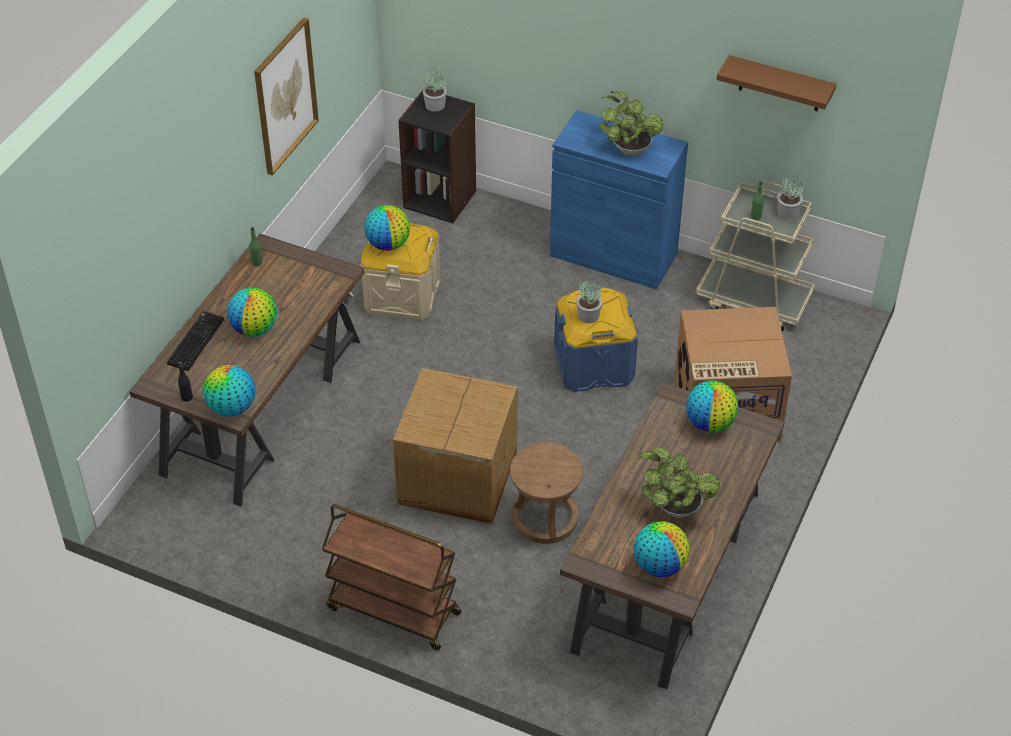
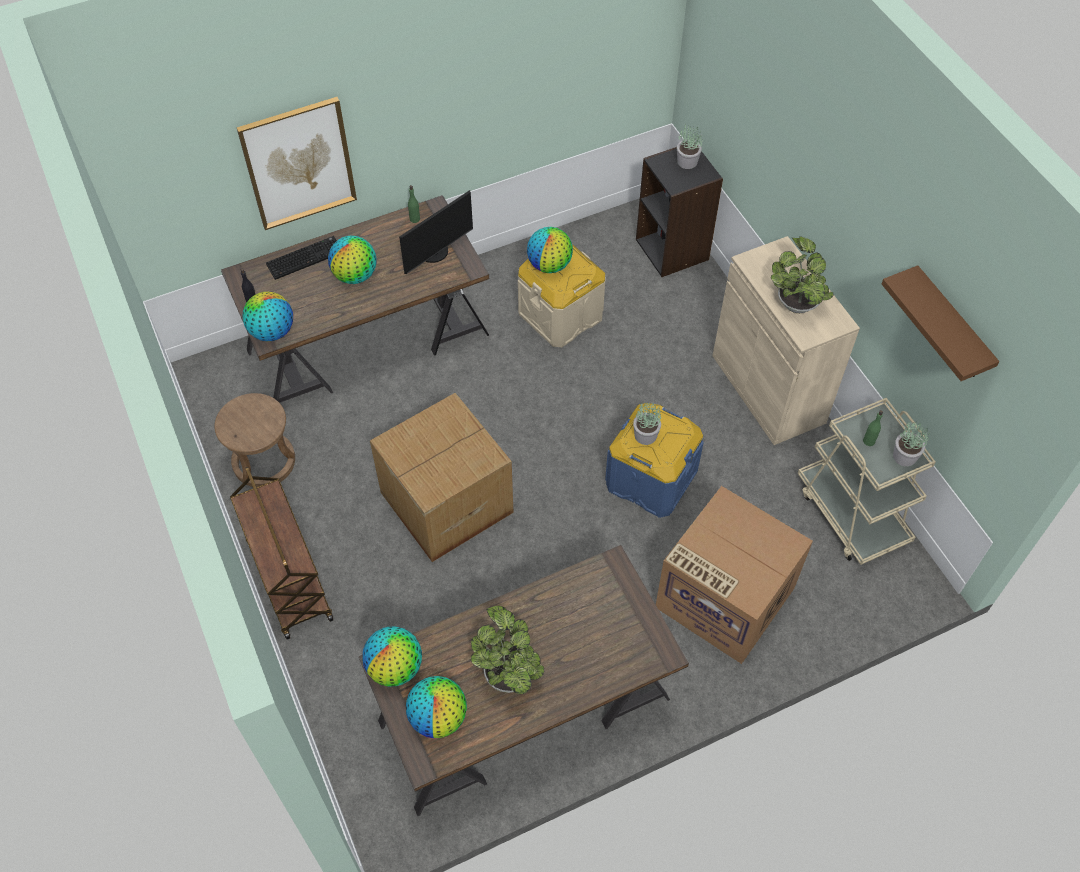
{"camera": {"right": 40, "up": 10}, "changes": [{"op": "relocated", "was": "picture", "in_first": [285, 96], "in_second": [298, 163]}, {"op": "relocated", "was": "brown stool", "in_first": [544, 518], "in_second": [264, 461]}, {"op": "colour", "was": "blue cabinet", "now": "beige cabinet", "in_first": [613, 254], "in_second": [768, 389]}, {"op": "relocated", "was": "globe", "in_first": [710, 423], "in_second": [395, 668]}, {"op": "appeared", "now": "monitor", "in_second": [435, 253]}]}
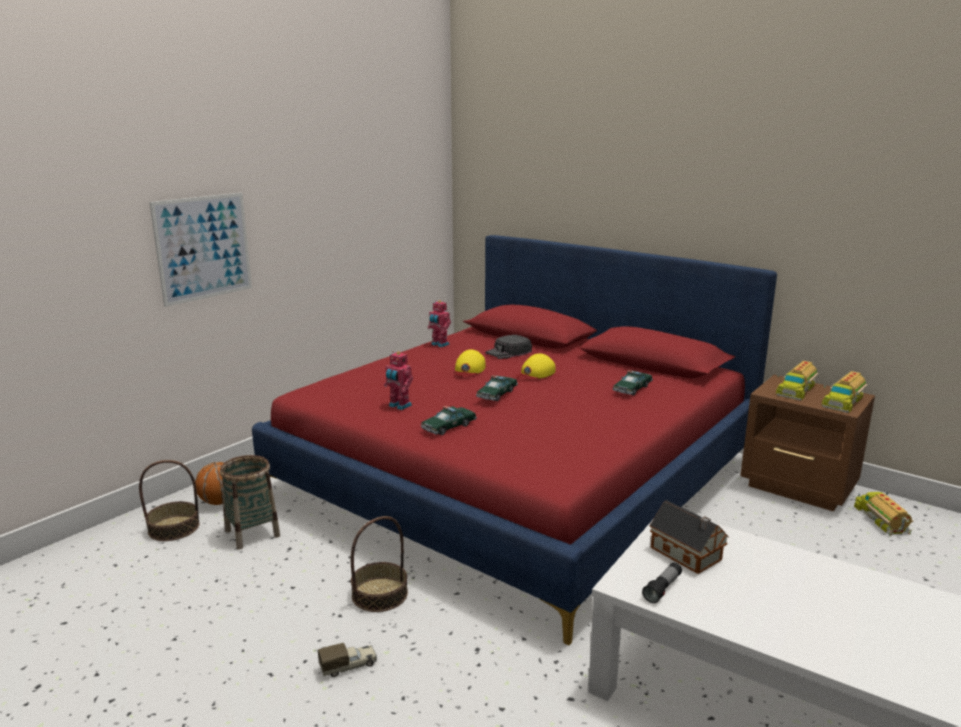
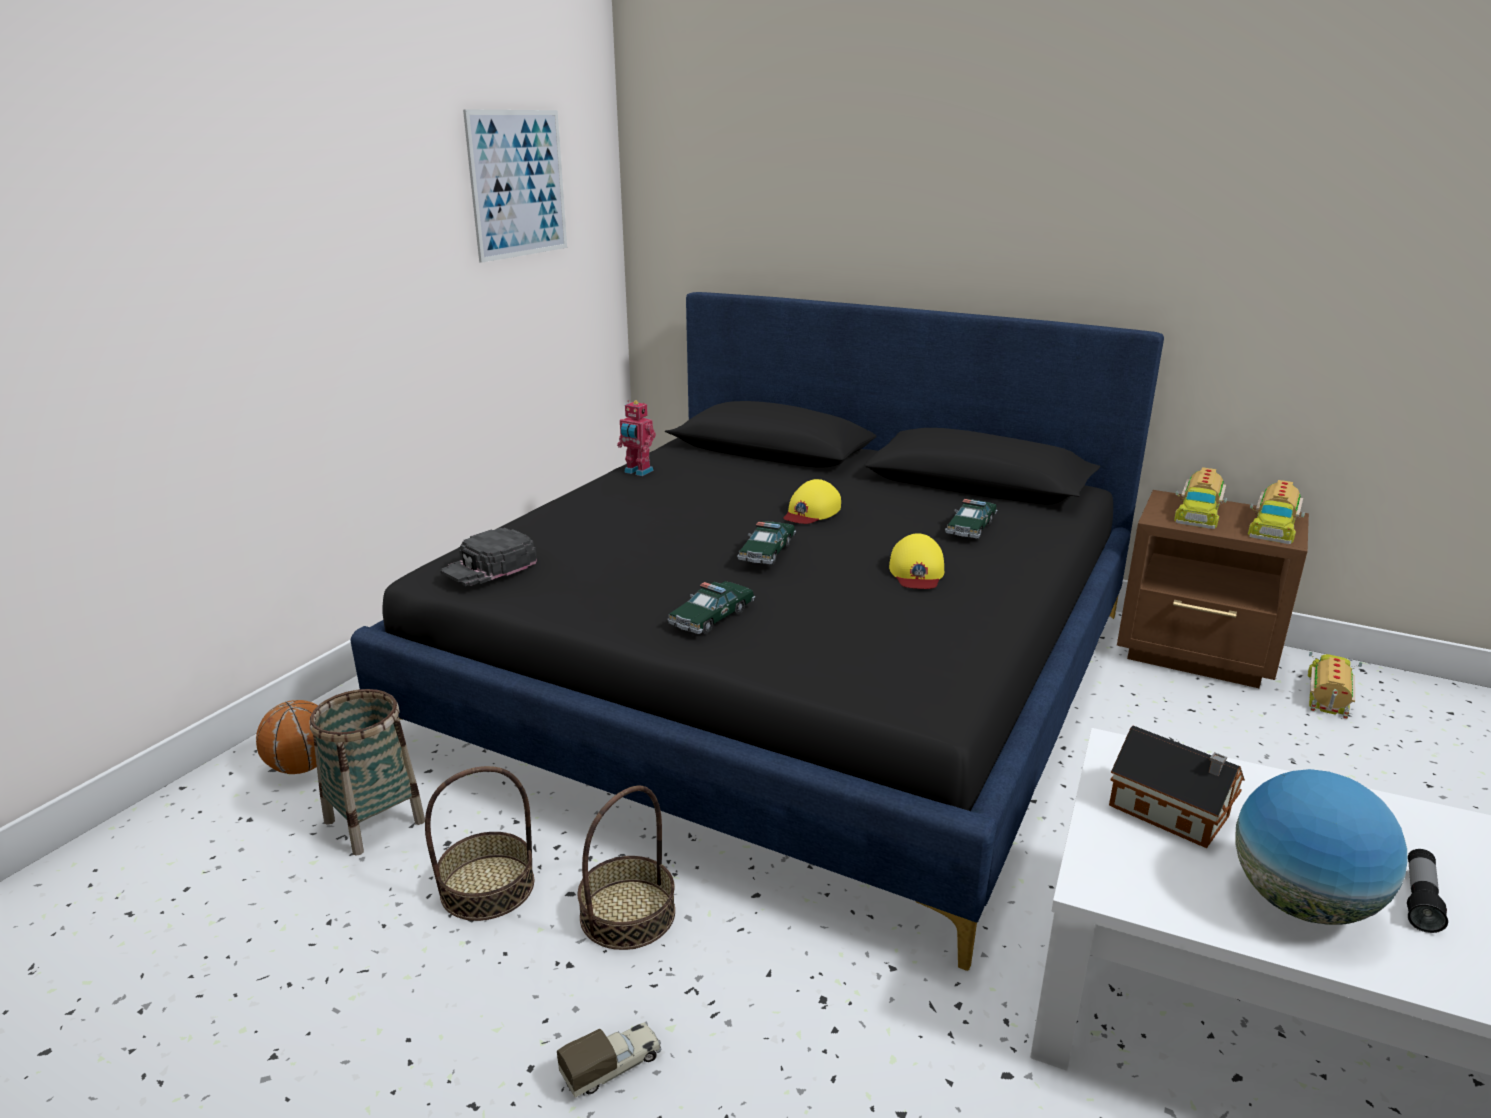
{"camera": {"right": -10, "up": 5}, "changes": [{"op": "relocated", "was": "basket", "in_first": [174, 528], "in_second": [487, 887]}, {"op": "relocated", "was": "picture", "in_first": [203, 247], "in_second": [518, 184]}, {"op": "colour", "was": "red bed", "now": "black bed", "in_first": [519, 477], "in_second": [789, 674]}, {"op": "missing", "was": "toy robot", "in_first": [399, 406]}, {"op": "relocated", "was": "yellow cap", "in_first": [469, 369], "in_second": [916, 572]}, {"op": "relocated", "was": "black cap", "in_first": [508, 352], "in_second": [489, 566]}, {"op": "relocated", "was": "flashlight", "in_first": [662, 589], "in_second": [1420, 900]}, {"op": "spun", "was": "toy truck", "in_first": [882, 520], "in_second": [1329, 695], "clockwise": 45}, {"op": "appeared", "now": "globe", "in_second": [1300, 902]}]}
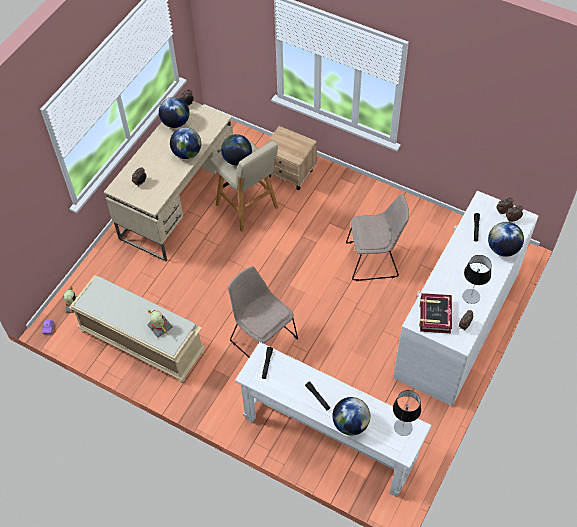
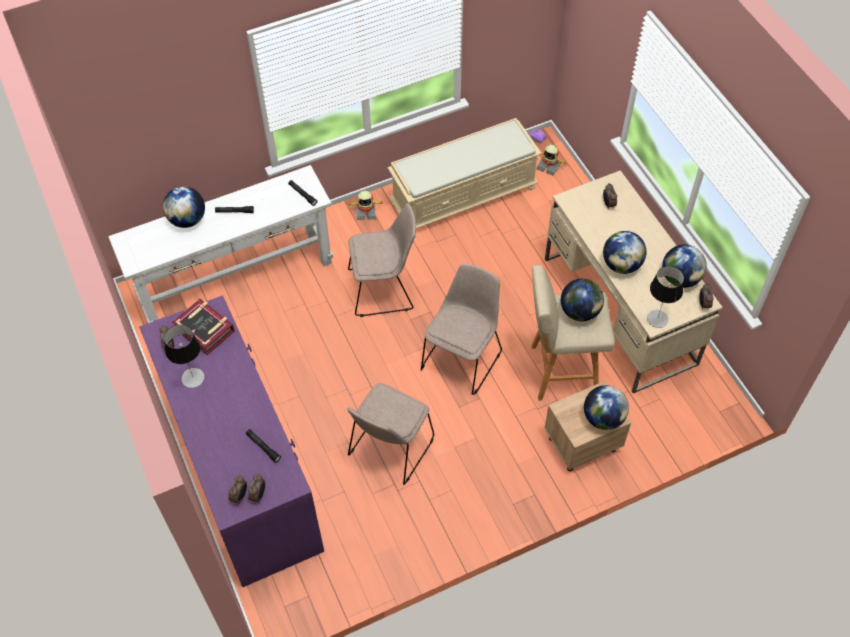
{"camera": {"right": 125, "up": 0}, "changes": [{"op": "relocated", "was": "toy robot", "in_first": [159, 327], "in_second": [366, 211]}, {"op": "colour", "was": "white dresser", "now": "purple dresser", "in_first": [457, 324], "in_second": [243, 471]}, {"op": "relocated", "was": "table lamp", "in_first": [403, 427], "in_second": [657, 318]}, {"op": "relocated", "was": "globe", "in_first": [502, 248], "in_second": [603, 418]}, {"op": "appeared", "now": "beige chair", "in_second": [462, 358]}]}
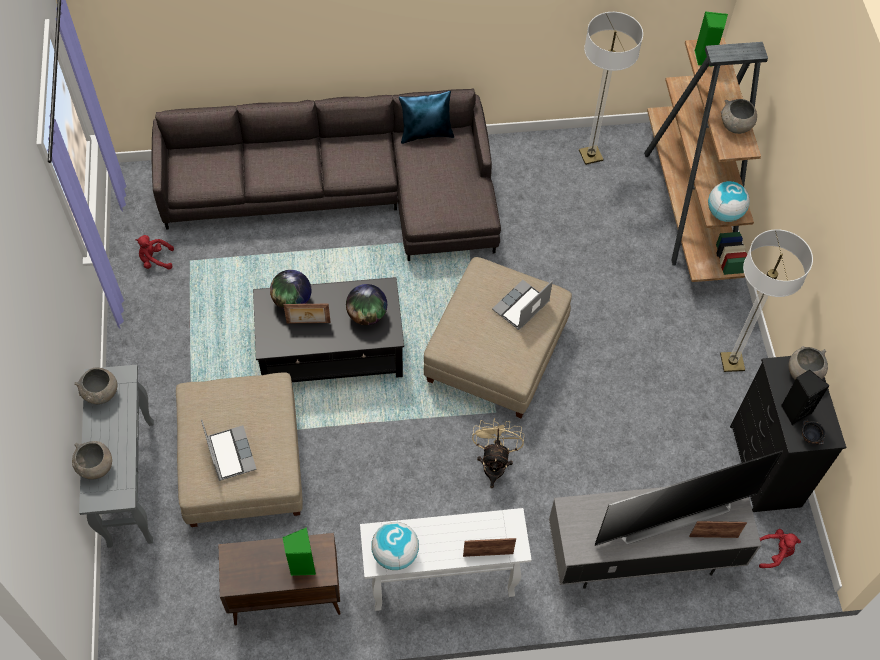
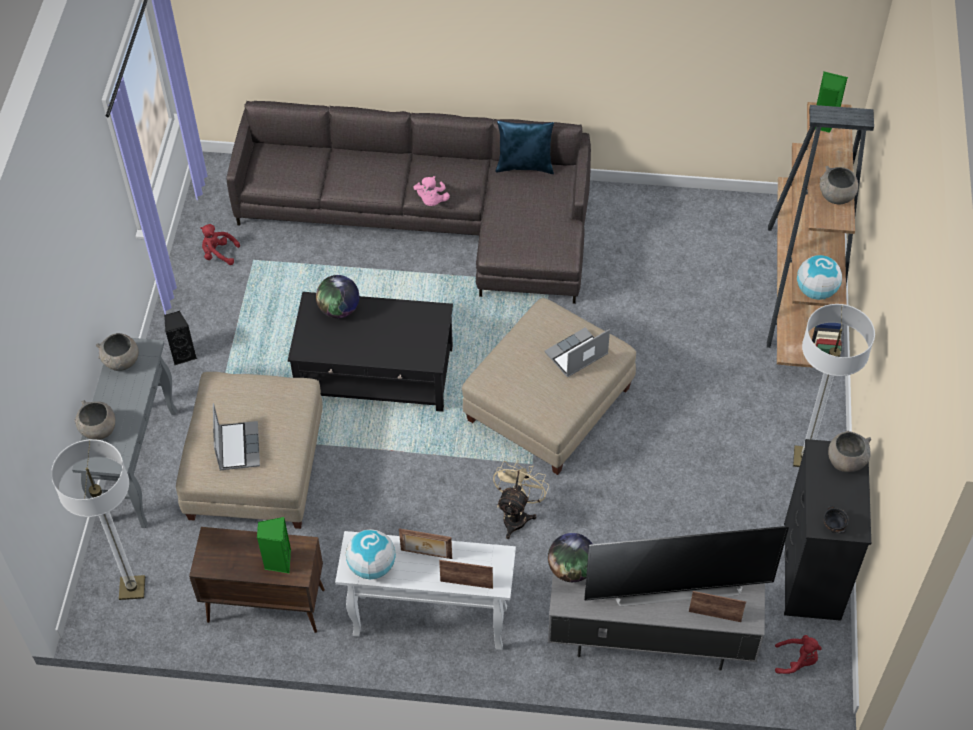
{"camera": {"right": 15, "up": -5}, "changes": [{"op": "relocated", "was": "picture frame", "in_first": [308, 323], "in_second": [426, 555]}, {"op": "relocated", "was": "globe", "in_first": [367, 315], "in_second": [571, 569]}, {"op": "relocated", "was": "floor lamp", "in_first": [590, 155], "in_second": [132, 588]}, {"op": "relocated", "was": "black speaker", "in_first": [794, 411], "in_second": [183, 354]}, {"op": "appeared", "now": "pink plush toy", "in_second": [431, 200]}]}
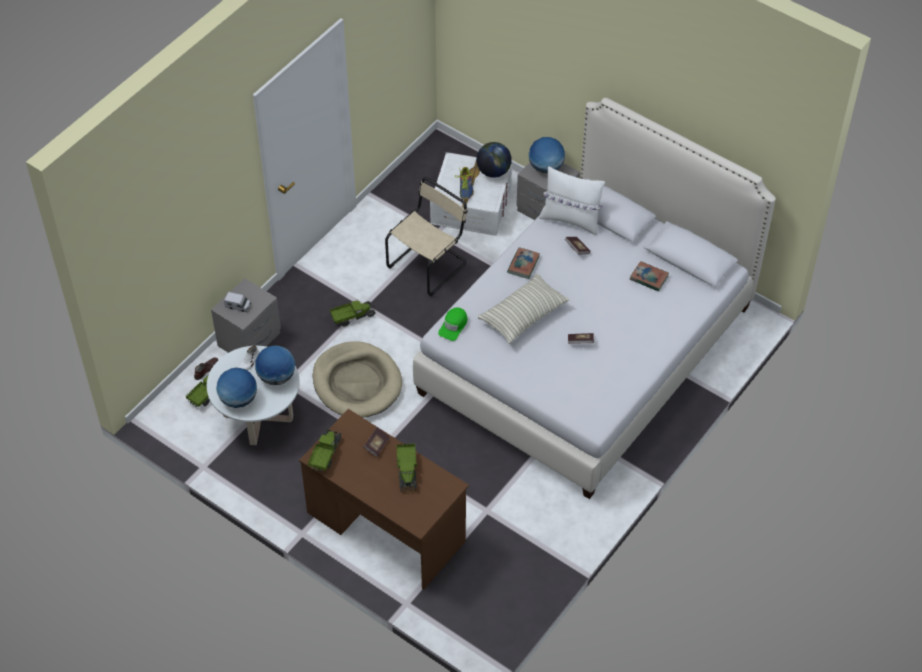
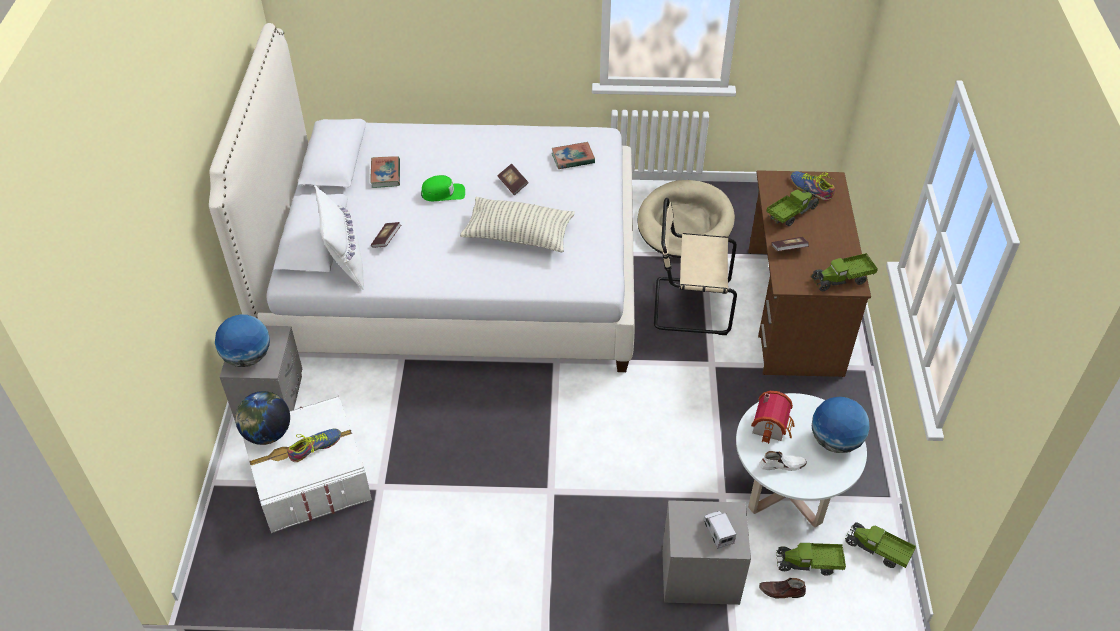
{"camera": {"right": -125, "up": -5}, "changes": [{"op": "exchanged", "was": "globe", "now": "toy house", "in_first": [276, 377], "in_second": [772, 425]}, {"op": "relocated", "was": "beige dog bed", "in_first": [357, 383], "in_second": [685, 223]}, {"op": "relocated", "was": "toy truck", "in_first": [352, 317], "in_second": [877, 551]}, {"op": "relocated", "was": "beige chair", "in_first": [429, 264], "in_second": [688, 305]}, {"op": "relocated", "was": "green cap", "in_first": [453, 326], "in_second": [443, 193]}, {"op": "relocated", "was": "book", "in_first": [523, 264], "in_second": [573, 158]}, {"op": "appeared", "now": "shoe", "in_second": [811, 189]}]}
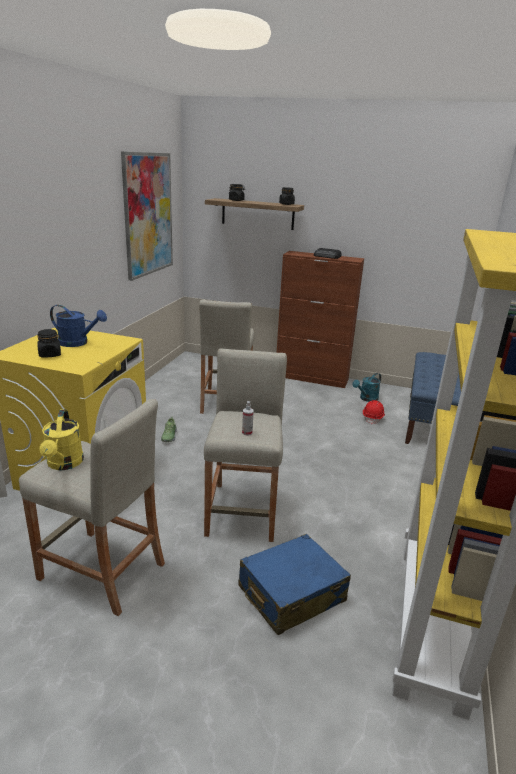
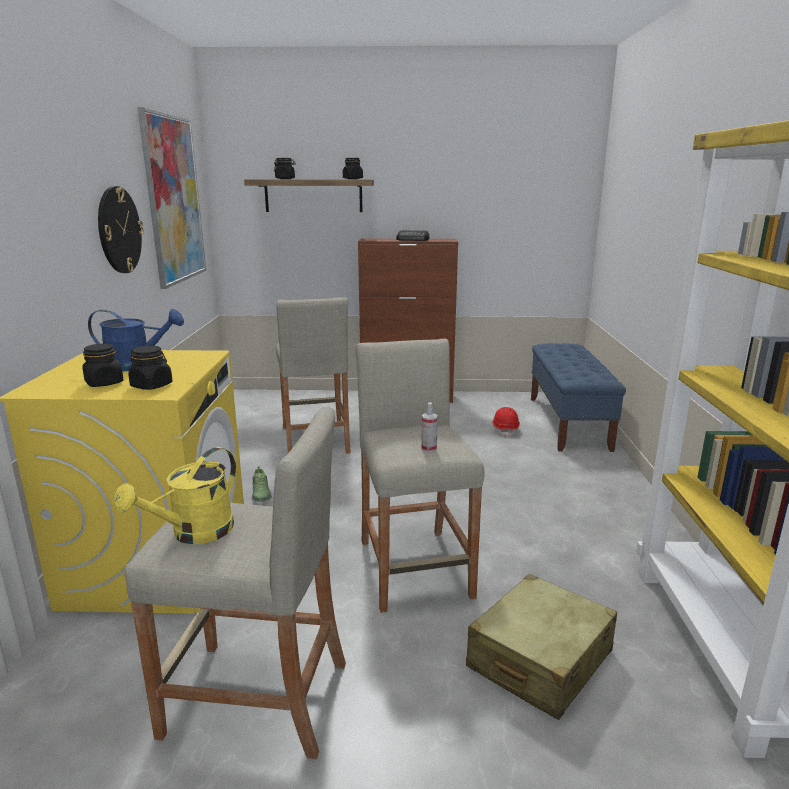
{"camera": {"right": -15, "up": -5}, "changes": [{"op": "spun", "was": "yellow watering can", "in_first": [64, 464], "in_second": [194, 534], "clockwise": 60}, {"op": "colour", "was": "blue suitcase", "now": "beige suitcase", "in_first": [291, 594], "in_second": [539, 660]}, {"op": "missing", "was": "turquoise watering can", "in_first": [366, 399]}, {"op": "appeared", "now": "wall clock", "in_second": [119, 230]}, {"op": "appeared", "now": "black jar", "in_second": [152, 385]}]}
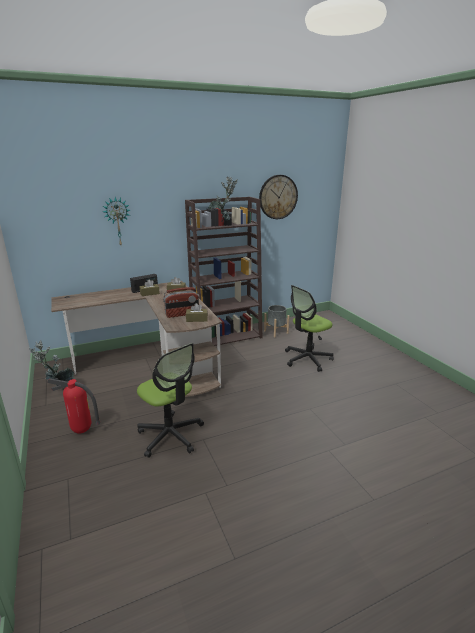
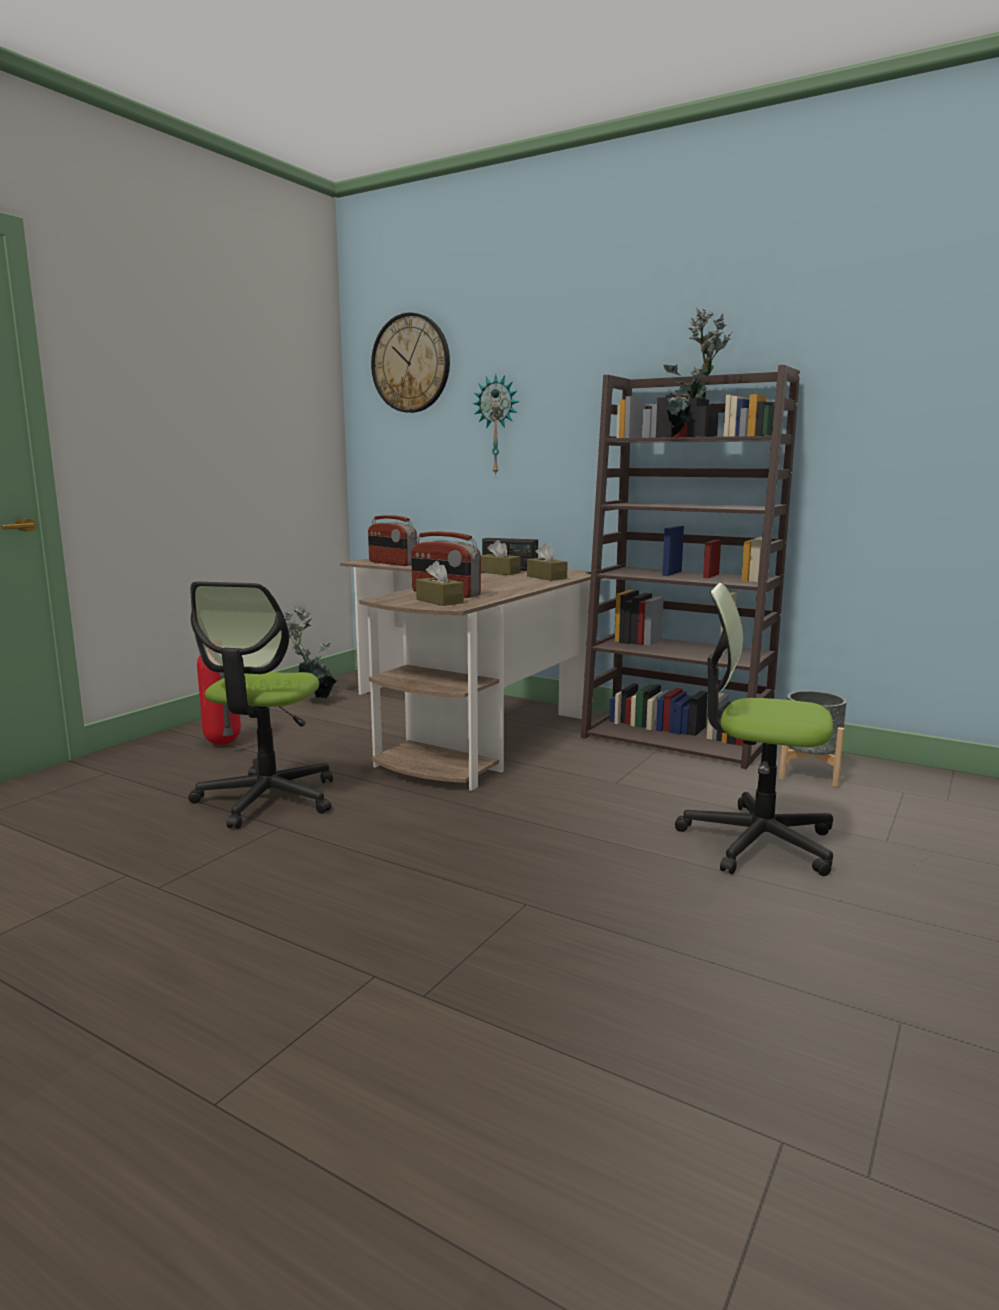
{"camera": {"right": 55, "up": -10}, "changes": [{"op": "relocated", "was": "wall clock", "in_first": [278, 197], "in_second": [411, 363]}, {"op": "appeared", "now": "radio", "in_second": [392, 563]}]}
